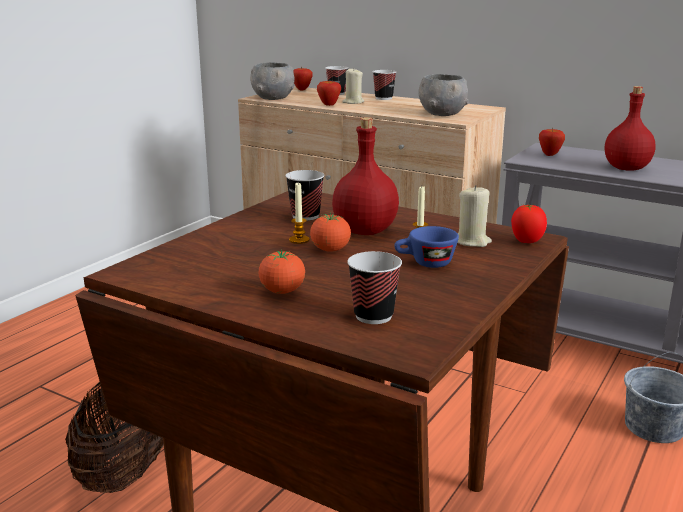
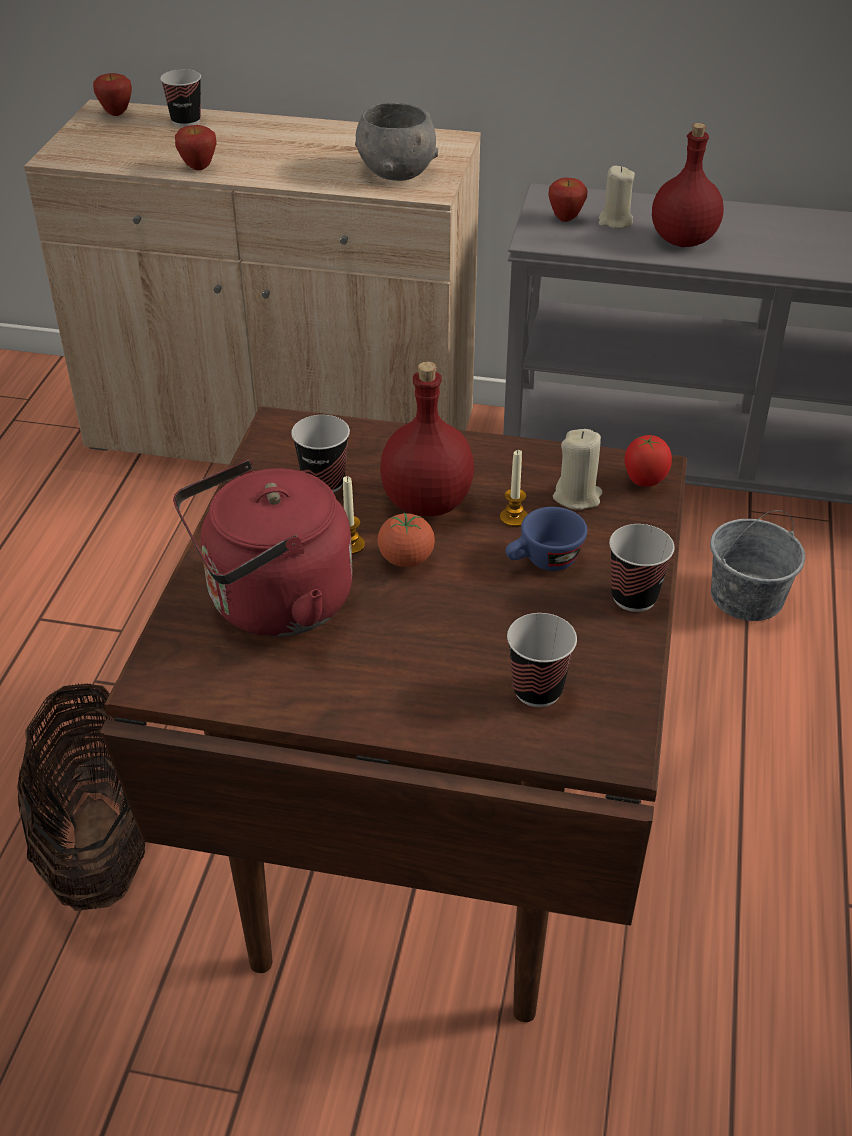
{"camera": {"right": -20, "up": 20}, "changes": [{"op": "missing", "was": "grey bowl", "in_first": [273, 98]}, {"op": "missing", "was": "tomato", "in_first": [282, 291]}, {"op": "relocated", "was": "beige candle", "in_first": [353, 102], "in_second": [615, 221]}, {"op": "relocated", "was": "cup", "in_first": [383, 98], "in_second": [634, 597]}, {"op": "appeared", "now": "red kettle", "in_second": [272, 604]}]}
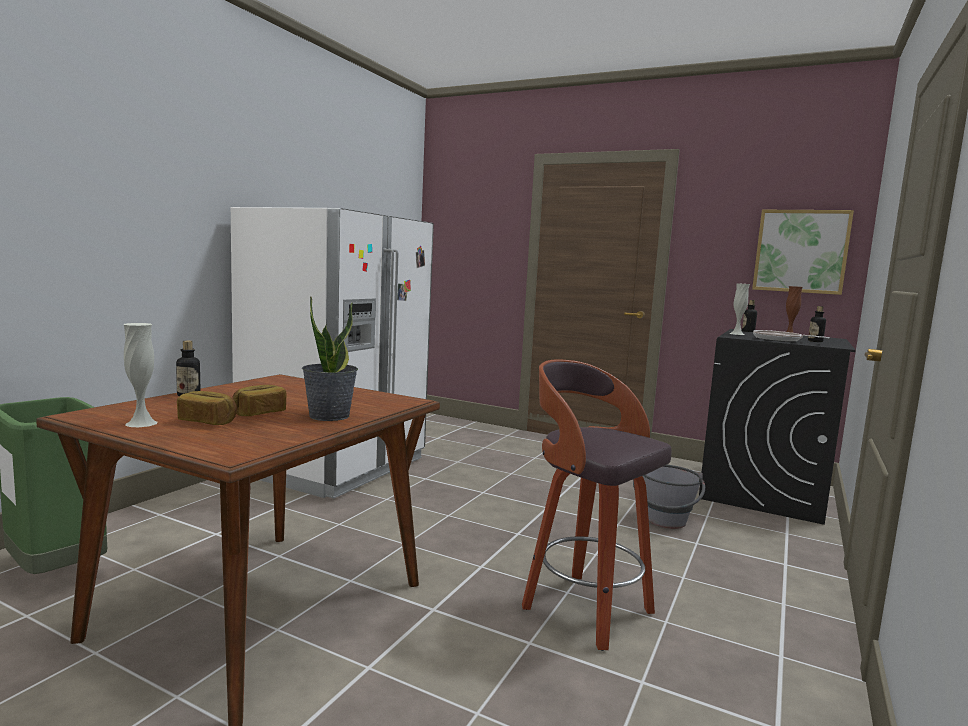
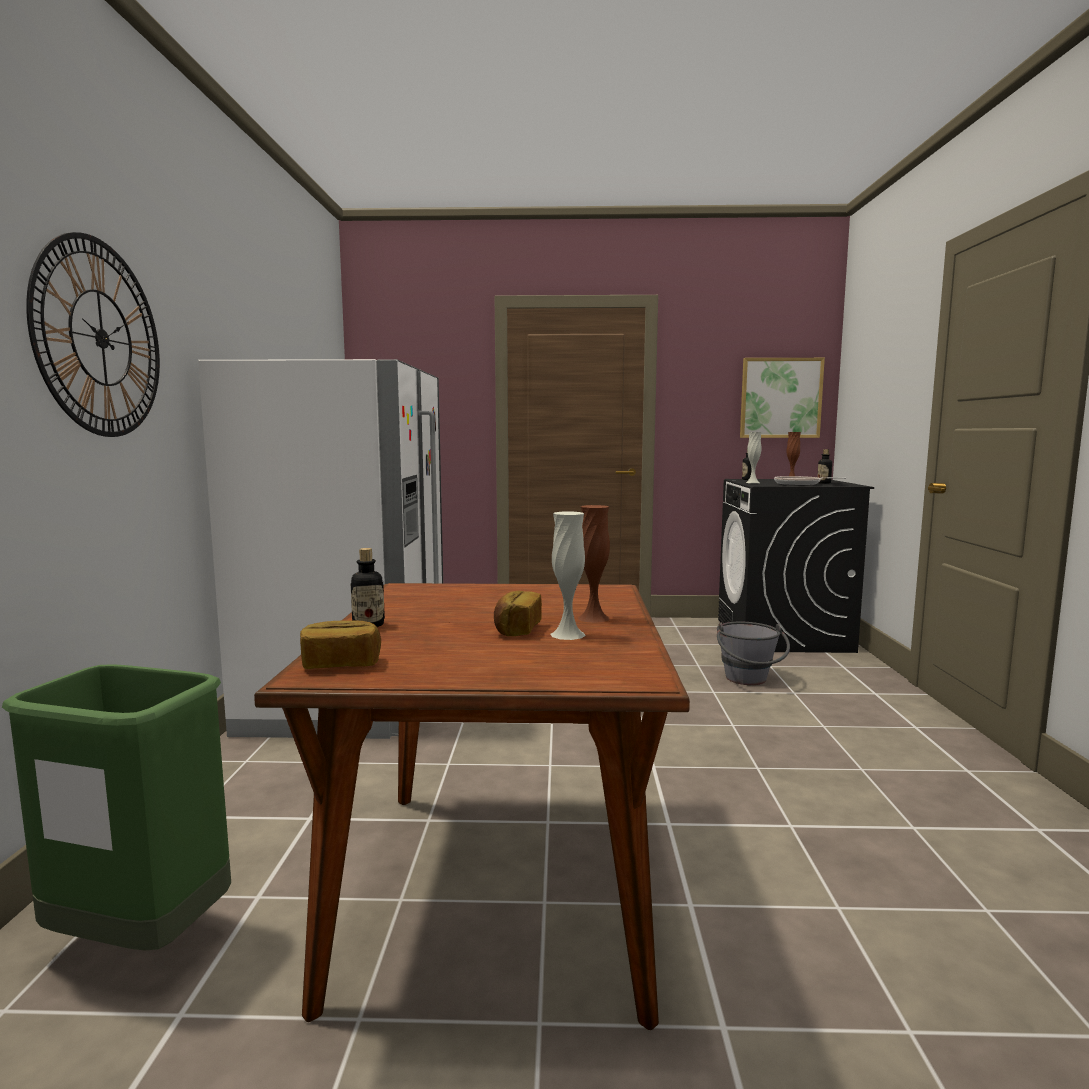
{"camera": {"right": -25, "up": 0}, "changes": [{"op": "relocated", "was": "white vase", "in_first": [141, 423], "in_second": [567, 634]}, {"op": "relocated", "was": "bread", "in_first": [208, 421], "in_second": [341, 664]}, {"op": "exchanged", "was": "potted plant", "now": "brown vase", "in_first": [329, 416], "in_second": [593, 618]}, {"op": "missing", "was": "stool", "in_first": [584, 609]}, {"op": "appeared", "now": "wall clock", "in_second": [101, 338]}]}
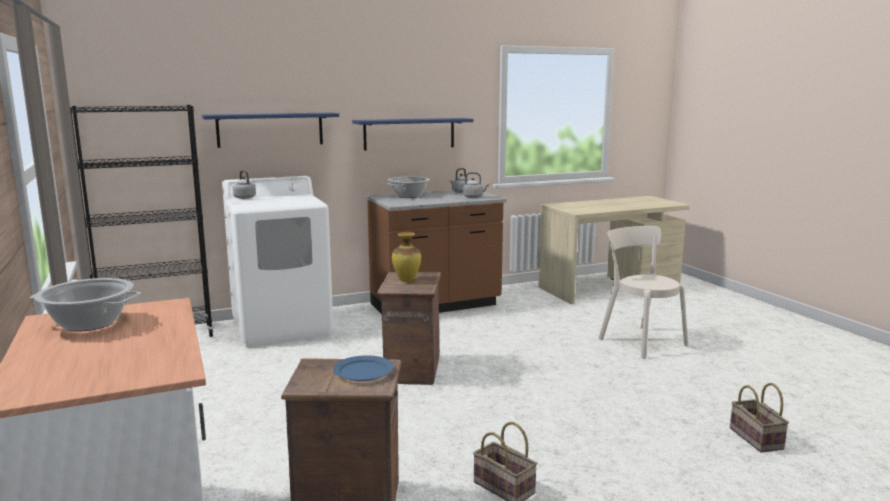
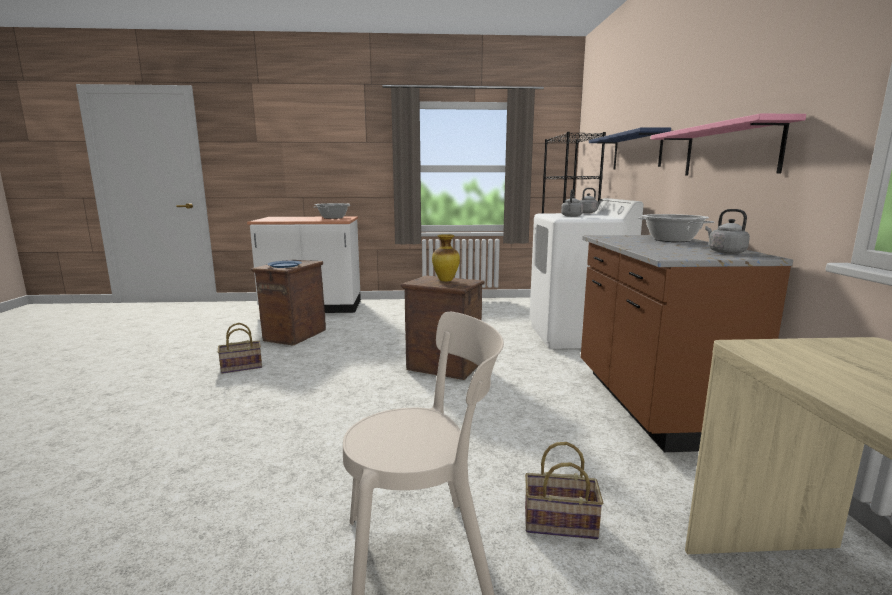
{"camera": {"right": 110, "up": 0}, "changes": [{"op": "colour", "was": "blue shelf", "now": "pink shelf", "in_first": [409, 133], "in_second": [729, 150]}, {"op": "relocated", "was": "grey kettle", "in_first": [474, 197], "in_second": [571, 216]}, {"op": "relocated", "was": "basket", "in_first": [757, 439], "in_second": [558, 524]}]}
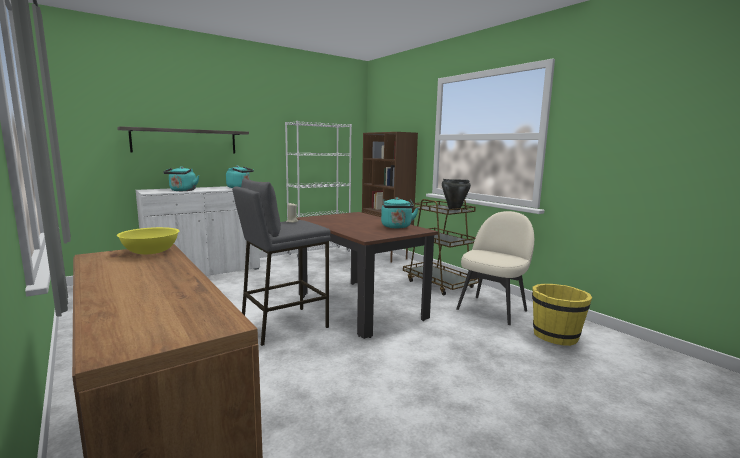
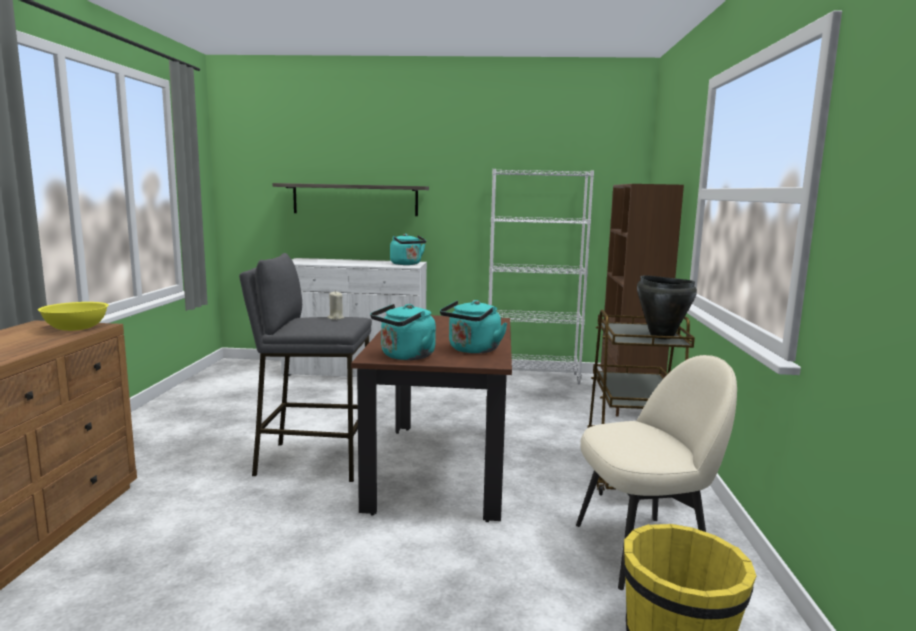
{"camera": {"right": 40, "up": 0}, "changes": [{"op": "relocated", "was": "turquoise kettle", "in_first": [182, 190], "in_second": [405, 356]}]}
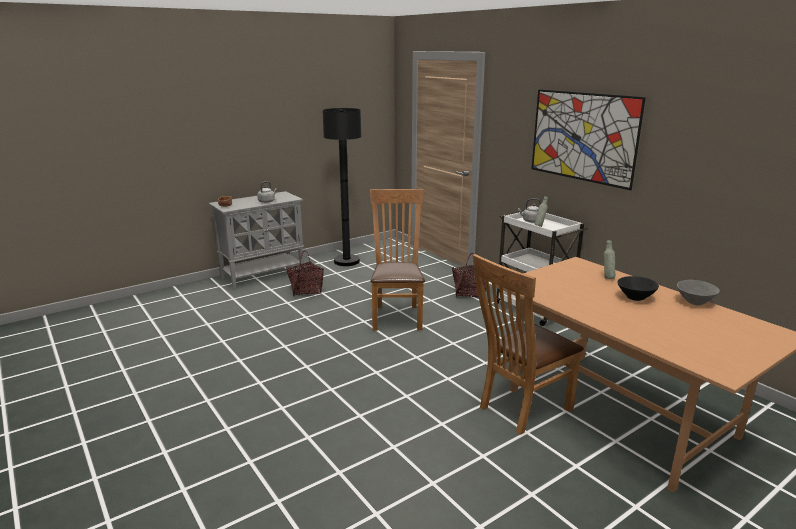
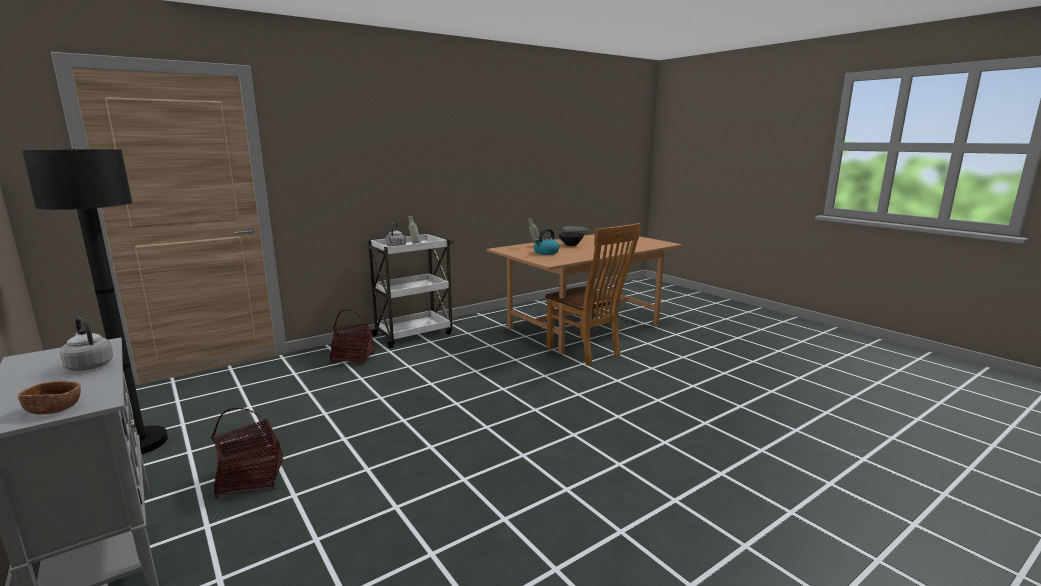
{"camera": {"right": -90, "up": -5}, "changes": [{"op": "missing", "was": "brown chair", "in_first": [397, 316]}, {"op": "missing", "was": "picture", "in_first": [582, 137]}, {"op": "appeared", "now": "kettle", "in_second": [546, 253]}]}
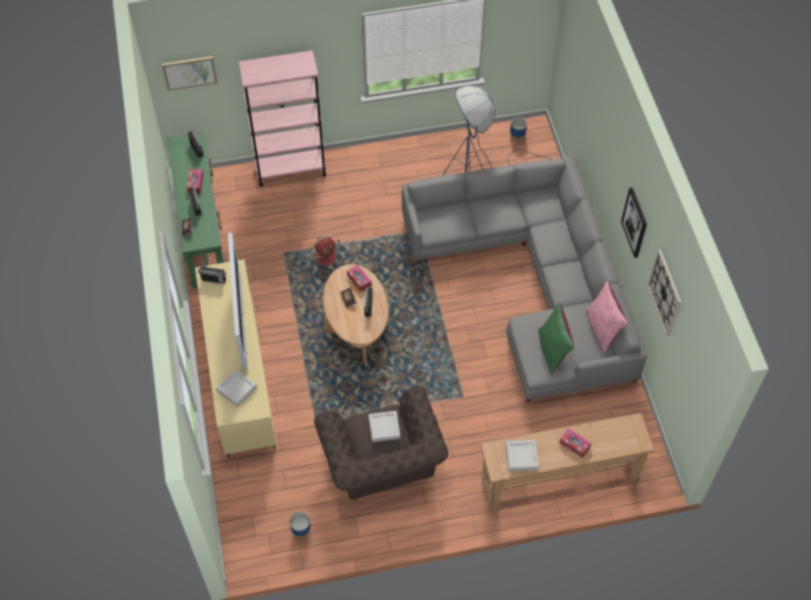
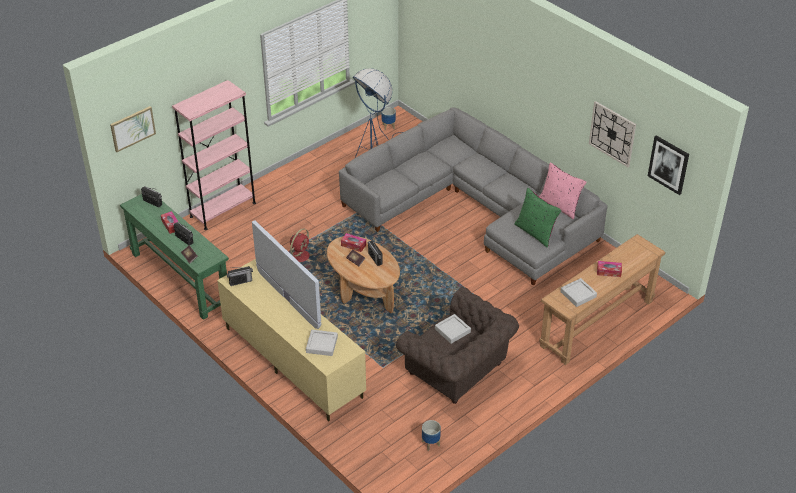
{"camera": {"right": -30, "up": -15}, "changes": [{"op": "relocated", "was": "picture", "in_first": [635, 222], "in_second": [668, 164]}]}
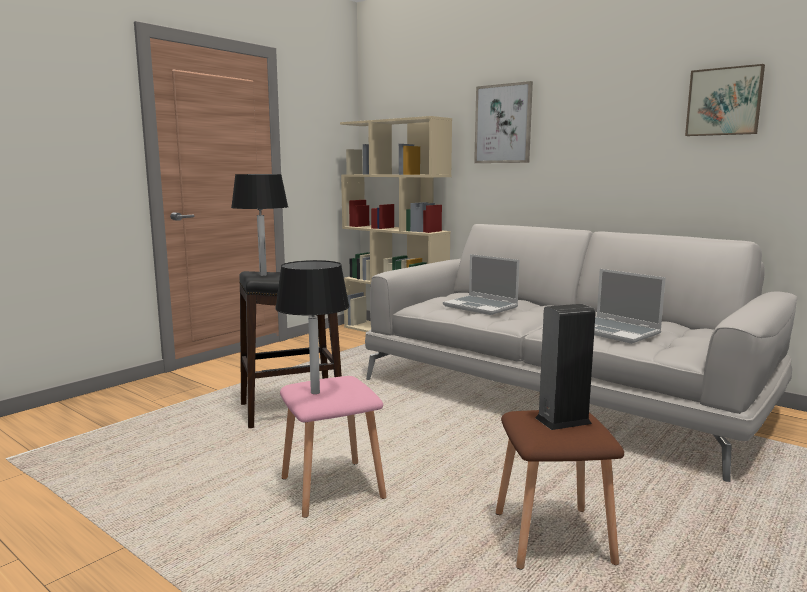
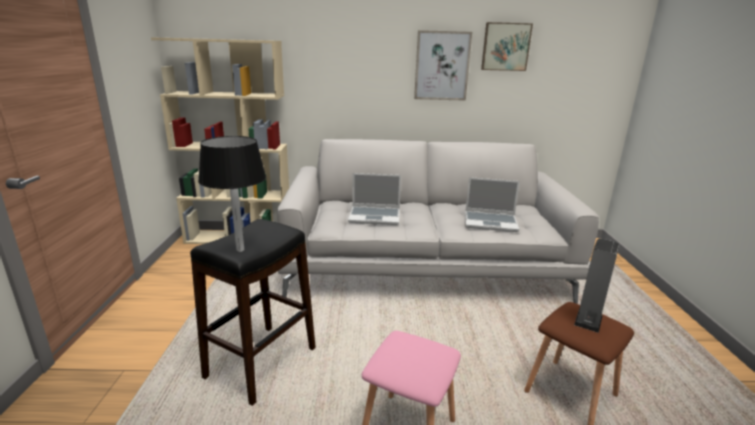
{"camera": {"right": -40, "up": 10}, "changes": [{"op": "missing", "was": "black table lamp", "in_first": [315, 392]}, {"op": "relocated", "was": "picture", "in_first": [503, 124], "in_second": [442, 66]}]}
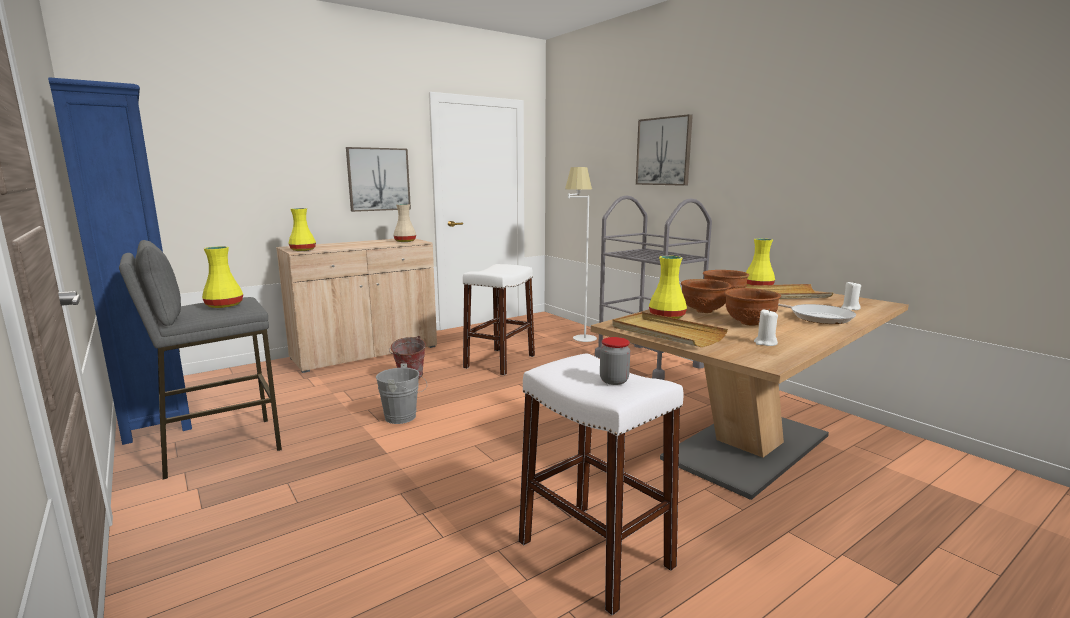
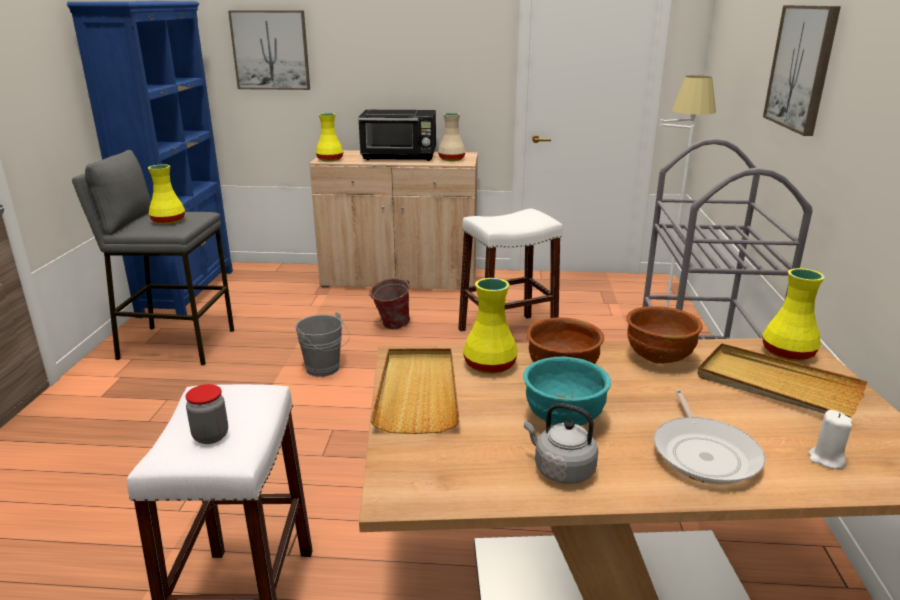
{"camera": {"right": 40, "up": 10}, "changes": [{"op": "relocated", "was": "picture", "in_first": [378, 179], "in_second": [271, 50]}, {"op": "colour", "was": "brown bowl", "now": "turquoise bowl", "in_first": [748, 323], "in_second": [562, 419]}, {"op": "missing", "was": "white candle", "in_first": [765, 343]}, {"op": "appeared", "now": "black microwave", "in_second": [400, 157]}, {"op": "appeared", "now": "grey kettle", "in_second": [561, 469]}]}
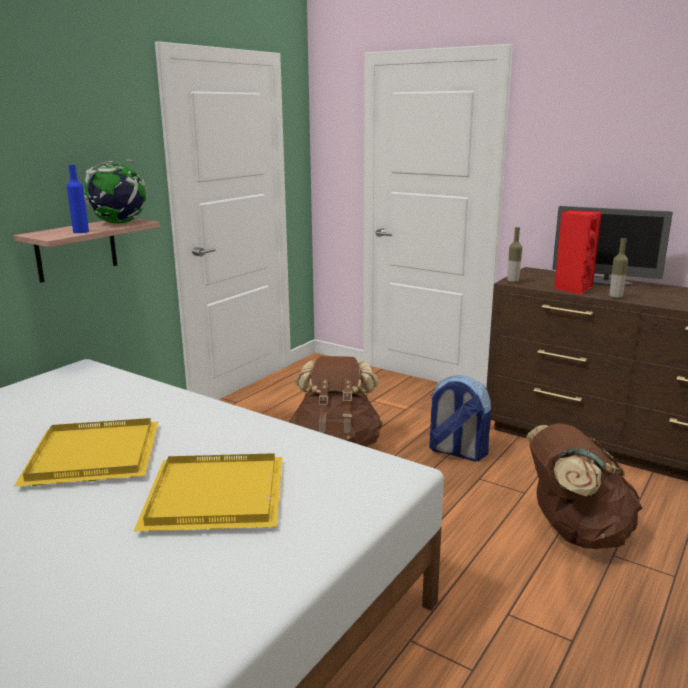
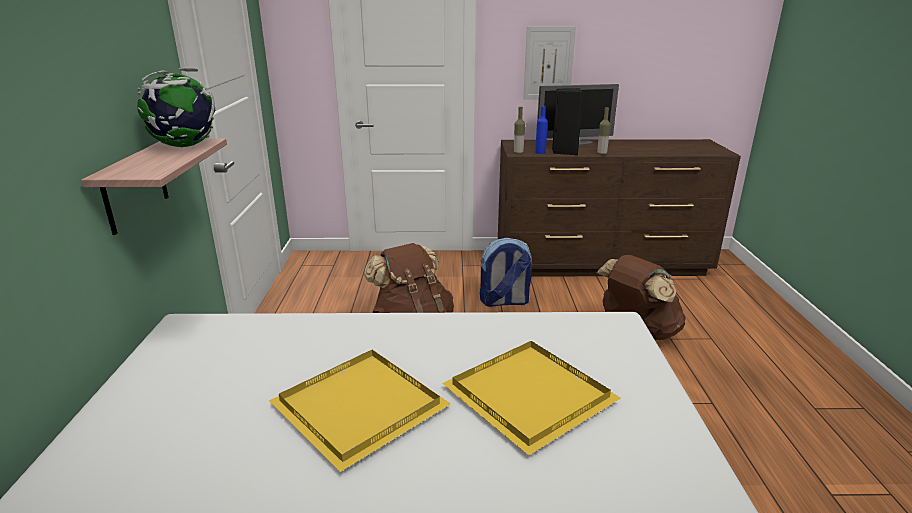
{"camera": {"right": -35, "up": 5}, "changes": [{"op": "relocated", "was": "blue bottle", "in_first": [81, 232], "in_second": [540, 152]}, {"op": "colour", "was": "red speaker", "now": "black speaker", "in_first": [572, 288], "in_second": [564, 151]}, {"op": "appeared", "now": "picture", "in_second": [548, 63]}]}
